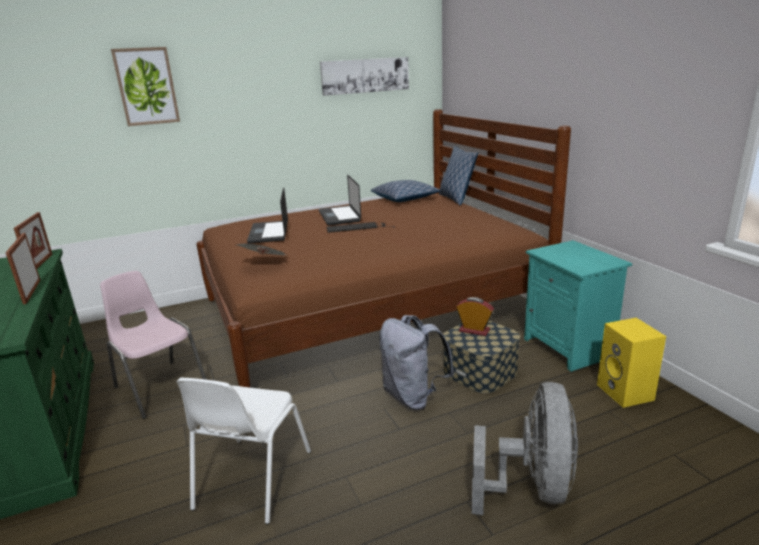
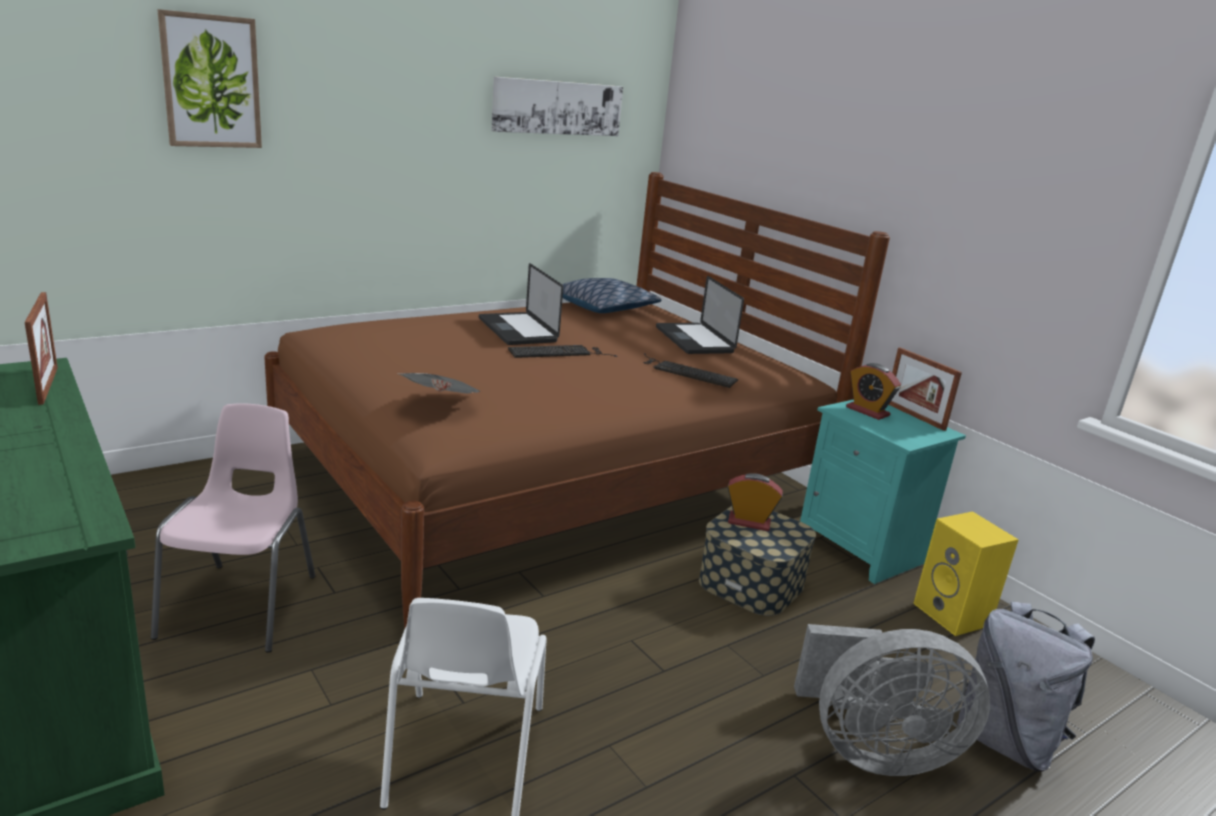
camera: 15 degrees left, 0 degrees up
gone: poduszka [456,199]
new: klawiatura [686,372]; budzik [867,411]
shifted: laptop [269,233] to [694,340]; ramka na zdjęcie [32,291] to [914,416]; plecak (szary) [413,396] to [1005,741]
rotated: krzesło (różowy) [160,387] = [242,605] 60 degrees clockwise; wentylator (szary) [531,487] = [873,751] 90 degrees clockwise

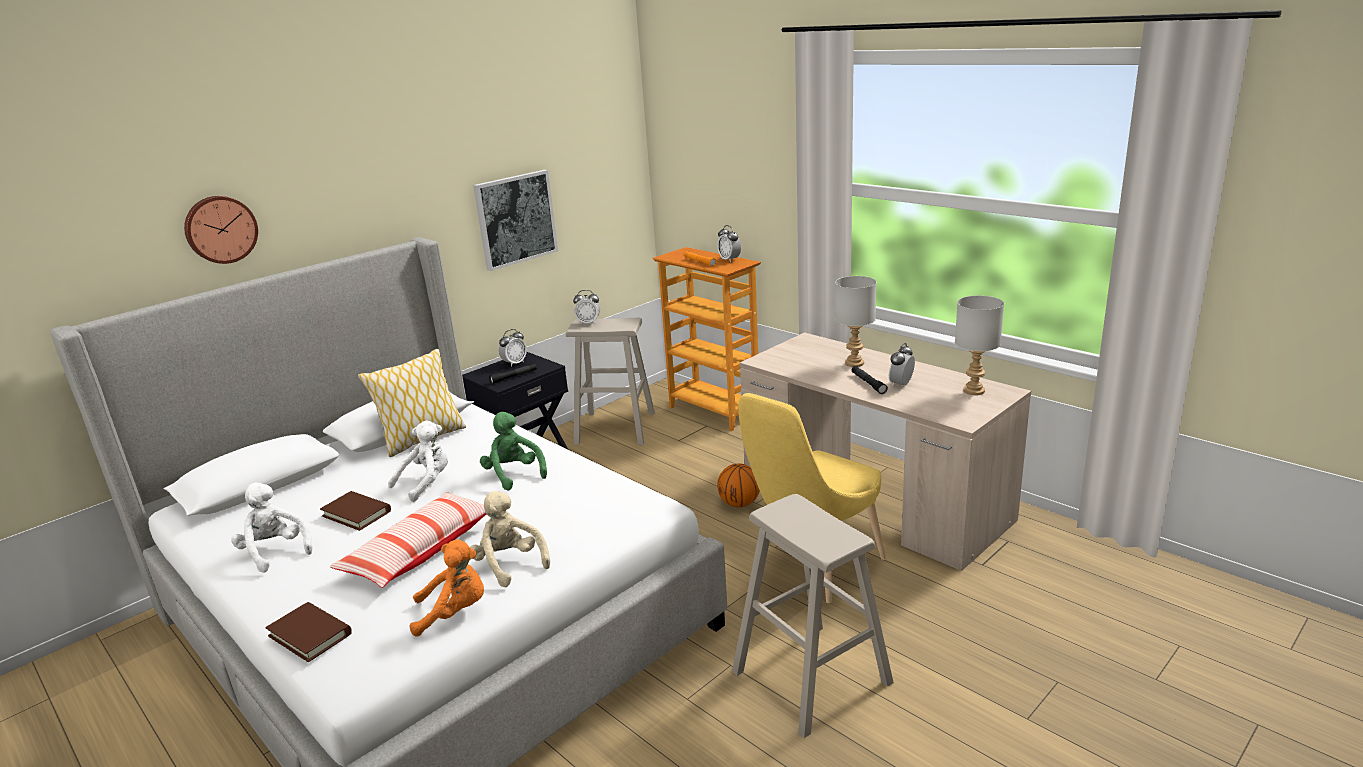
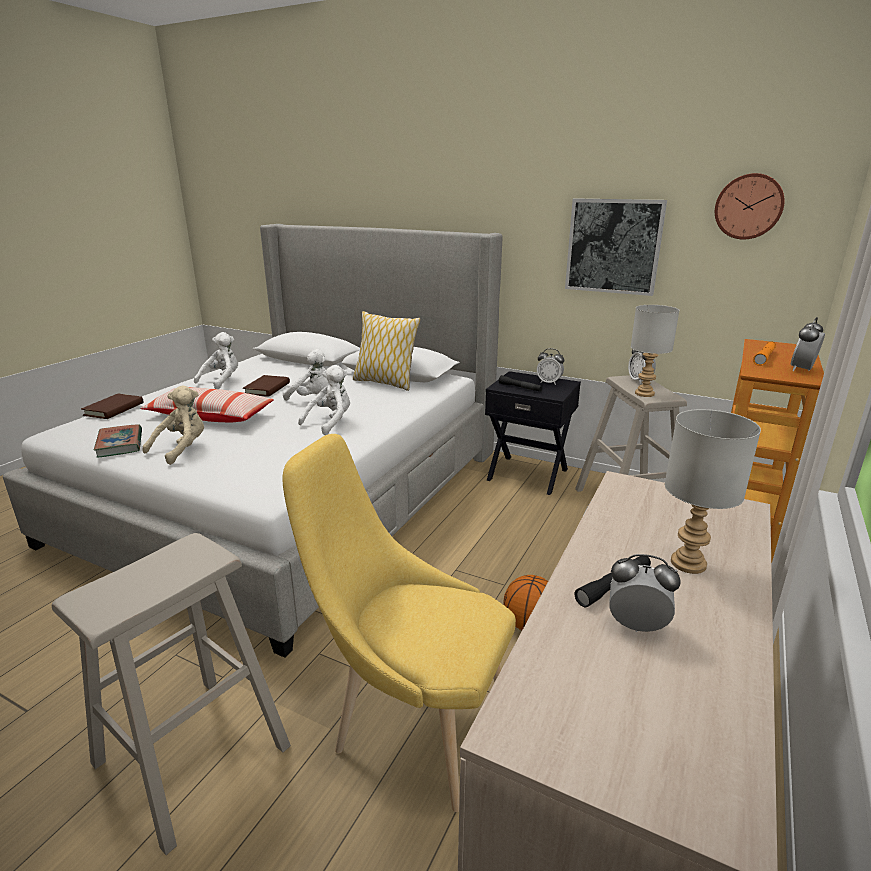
camera: 70 degrees right, 0 degrees up
shifted: zegar ścienny [220,229] to [748,206]; lampa stołowa (szary) [975,391] to [644,394]
swapped: pluszak (pomarańczowy) [455,612] to książka [120,444]
repainted: pluszak (zielony) [514,474] to pluszak (biały) [330,422]

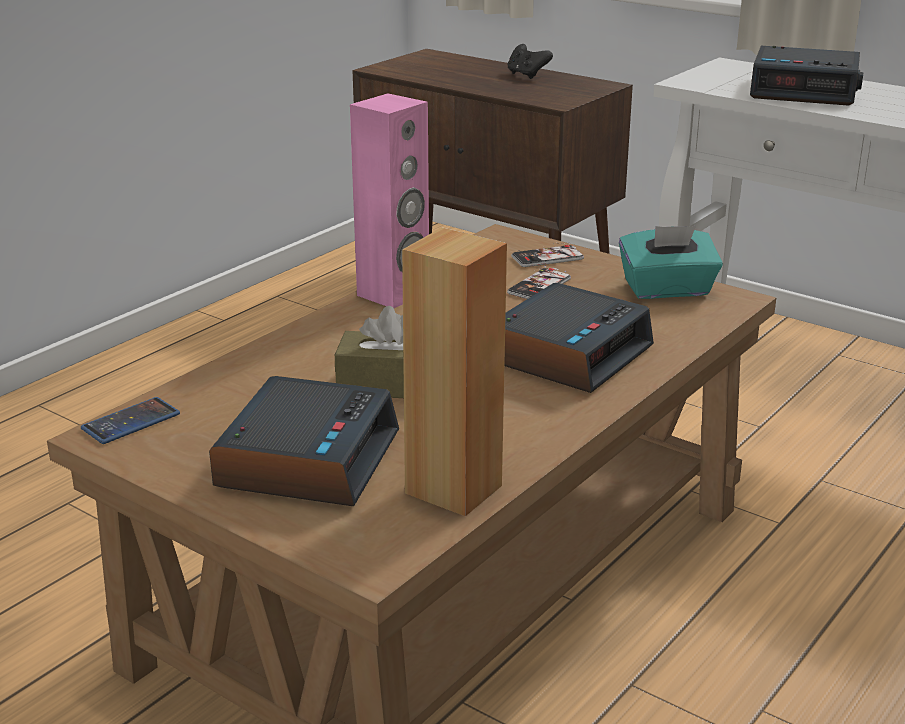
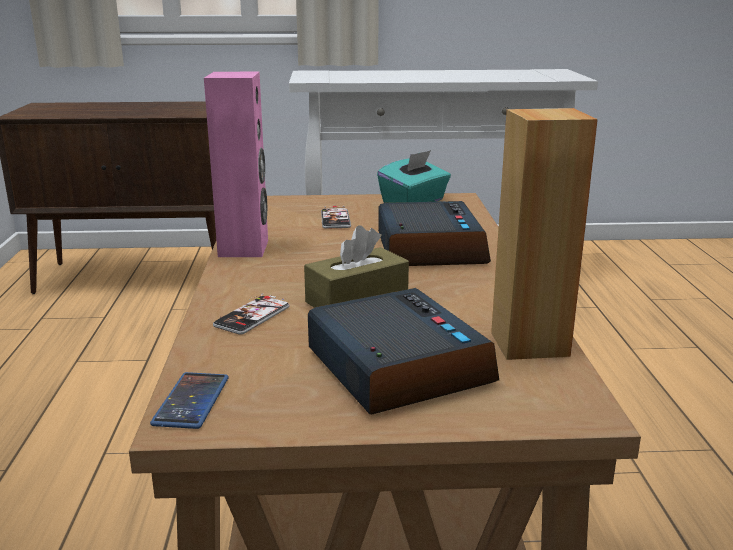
camera: 40 degrees left, 5 degrees down
gone: pad do gier (czarny) [527,75]; budzik [805,90]
shifted: telefon [547,258] to [252,316]

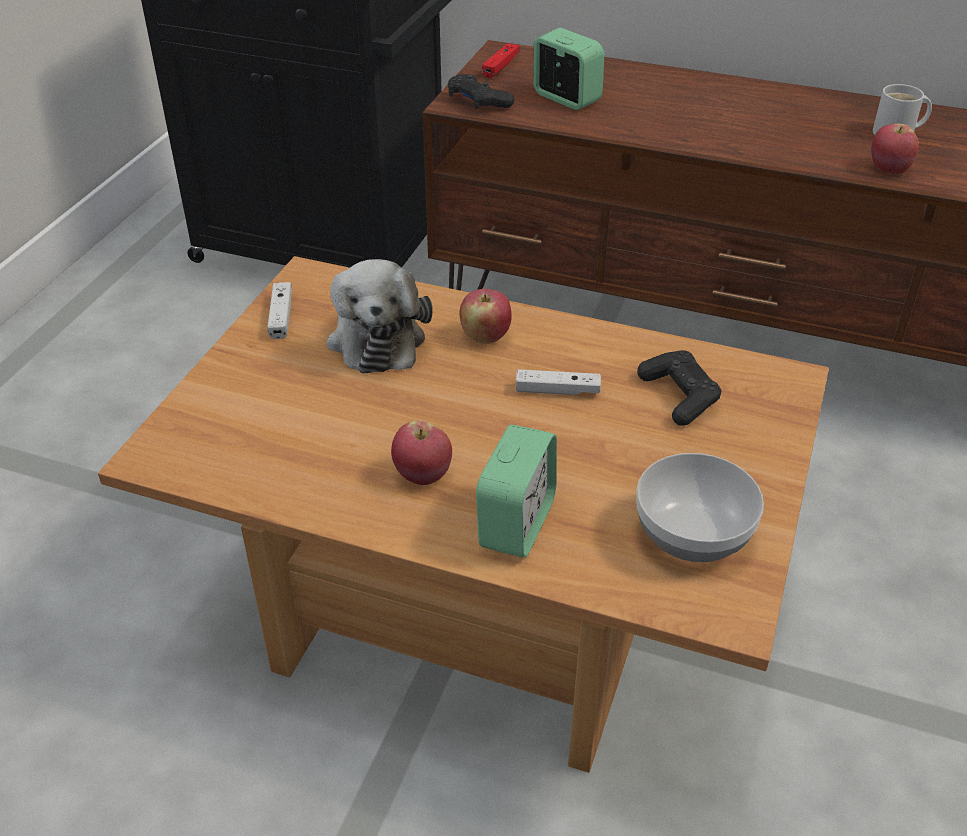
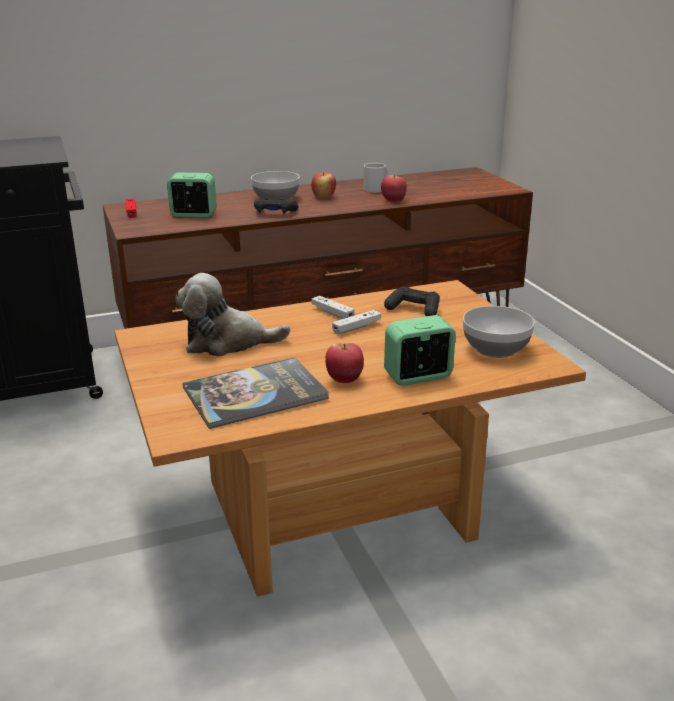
camera: 40 degrees left, 15 degrees down
new: miska [275,198]; książka [255,394]
shifted: pad do gier (czarny) [478,102] to [274,213]; pad do gier (biały) [281,317] to [332,313]; jabłko [485,337] to [323,197]
rotated: pluszak [377,337] = [227,342] 135 degrees clockwise; budzik [516,523] = [418,376] 90 degrees counterclockwise

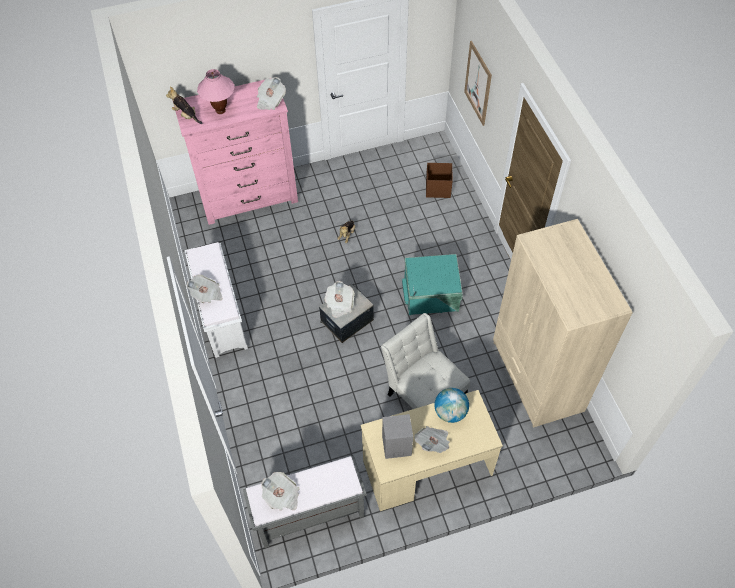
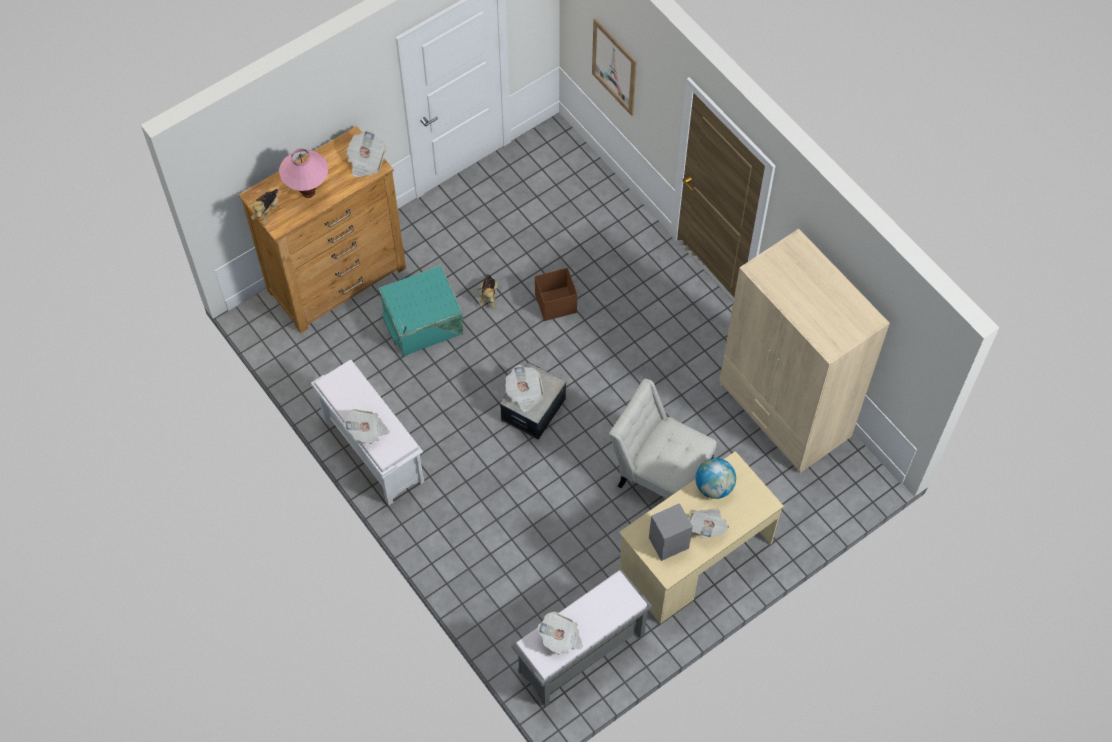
camera: 20 degrees left, 5 degrees up
shifted: pojemnik do przechowywania (brązowy) [437,188] to [555,303]; pojemnik do przechowywania (turkusowy) [432,296] to [424,324]
repainted: komoda (różowy) [249,197] to komoda (brązowy) [337,279]
rotated: pluszak [186,115] = [267,211] 90 degrees counterclockwise

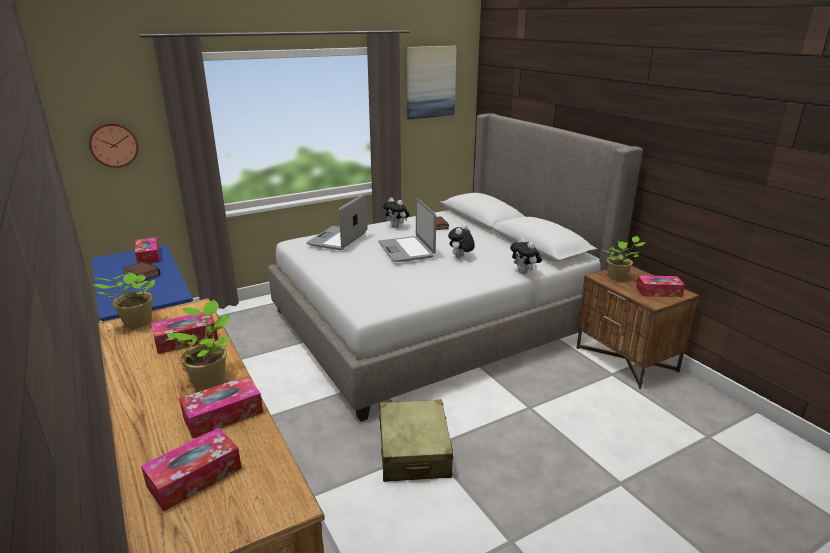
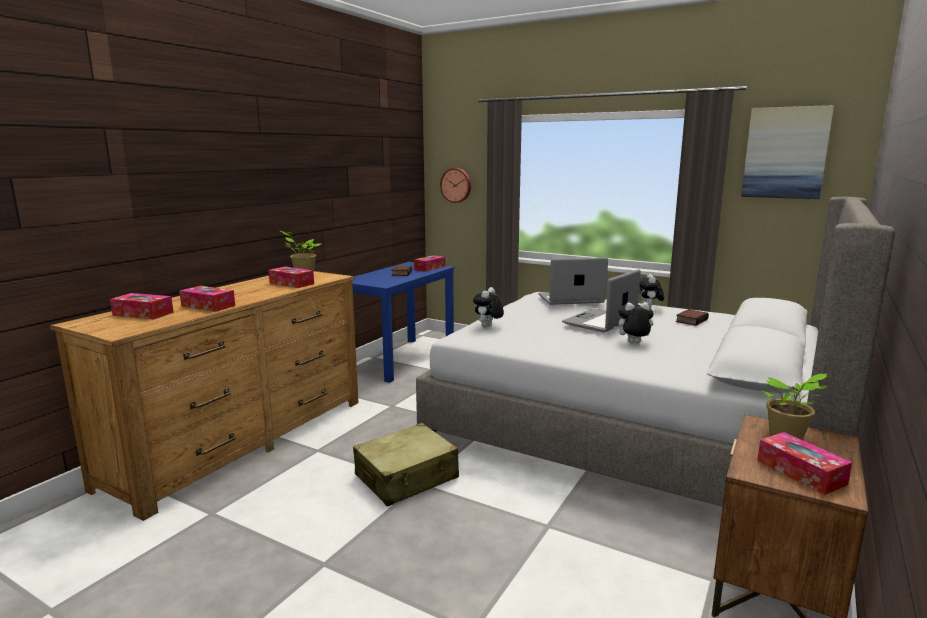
camera: 60 degrees right, 10 degrees down
gone: roślina doniczkowa [209,379]
shifted: pluszak [524,273] to [488,327]

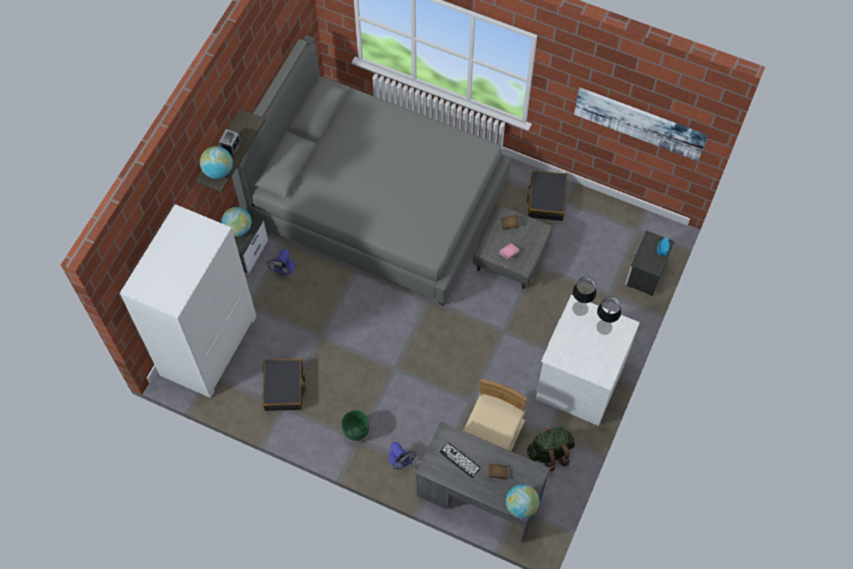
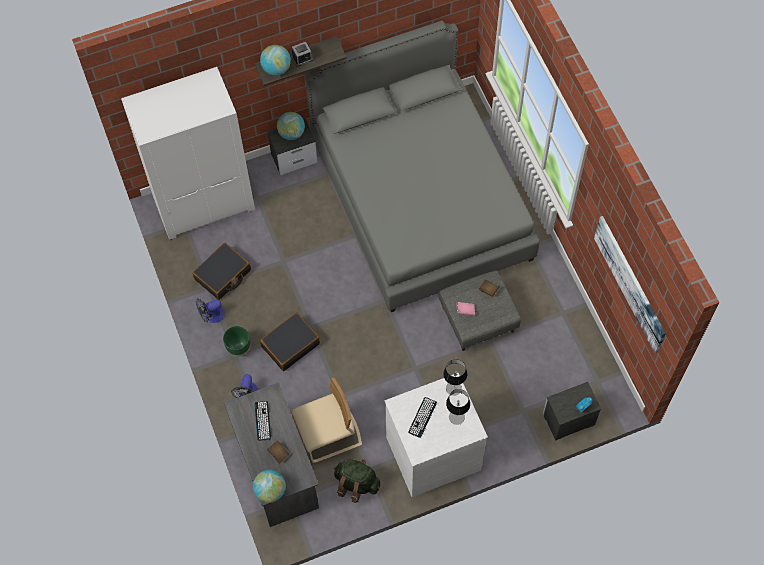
camera: 45 degrees right, 0 degrees up
new: klawiatura [422,417]
shifted: walizka (czarny) [546,199] to [290,345]; wentylator [283,270] to [211,316]

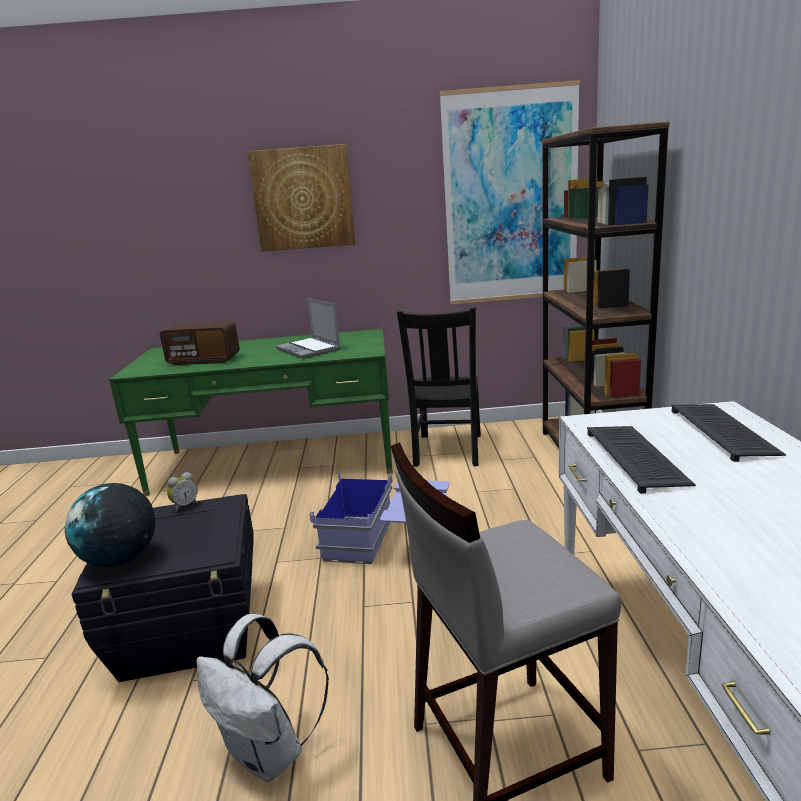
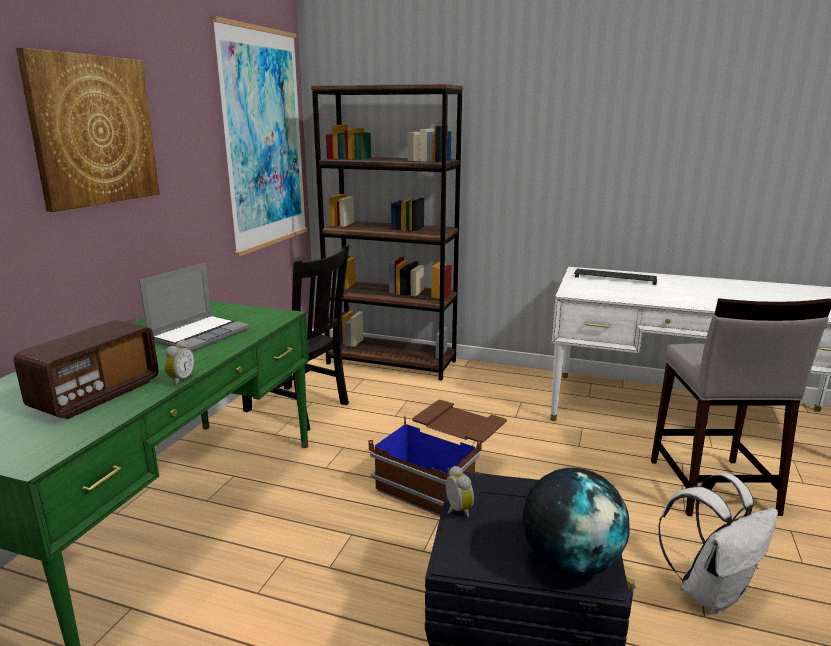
camera: 70 degrees left, 0 degrees up
gone: klawiatura [637,459]
new: budzik [180,380]
repainted: pojemnik do przechowywania (niebieski) [387,542] to pojemnik do przechowywania (brązowy) [441,476]
rotated: laptop [309,349] = [200,335] 45 degrees counterclockwise

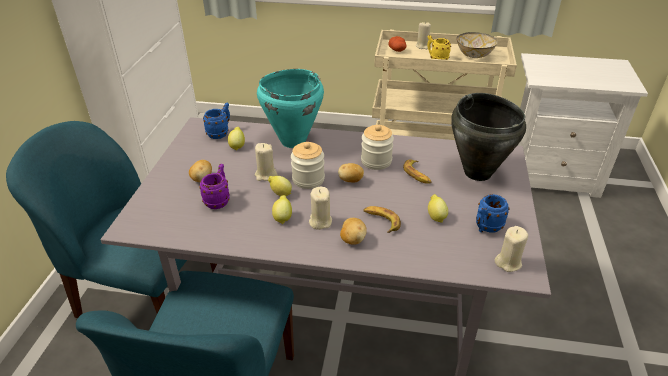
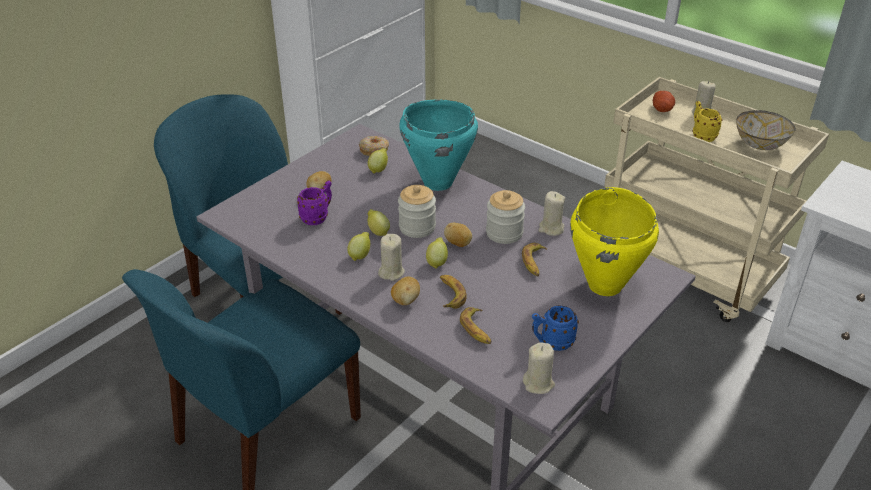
camera: 30 degrees right, 0 degrees up
new: banan [477,330]
shifted: świeca (beżowy) [266,175] to [551,228]; cytryna [436,217] to [437,262]
swapped: kubek (niebieski) [220,133] to donut [374,150]
repainted: garnek (czarny) [478,172] to garnek (żółty) [605,285]

